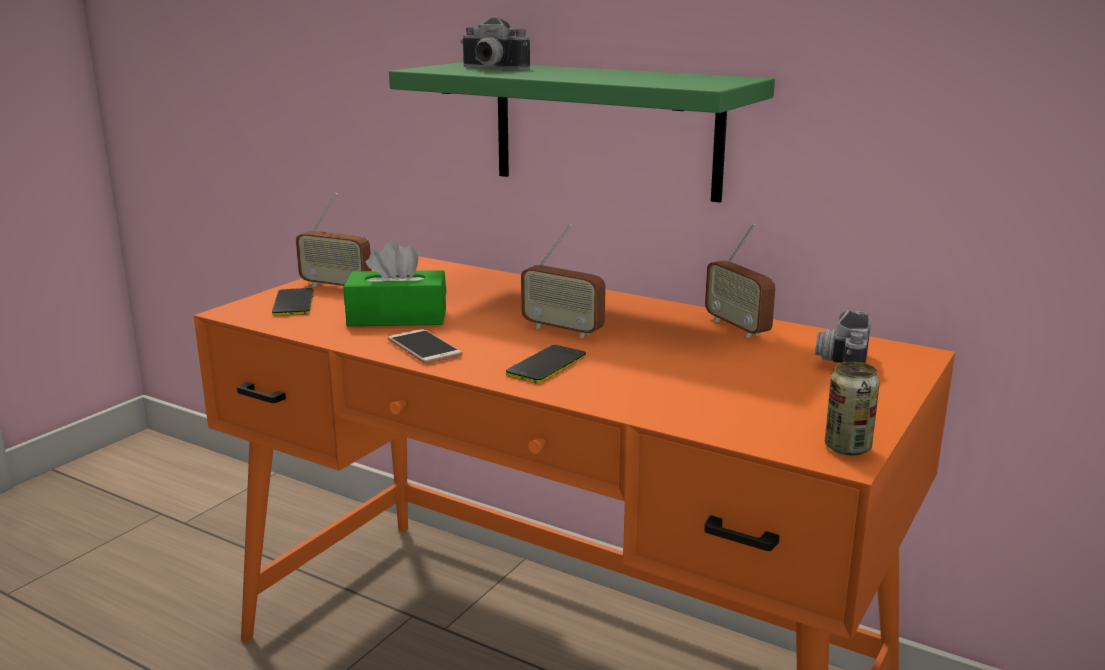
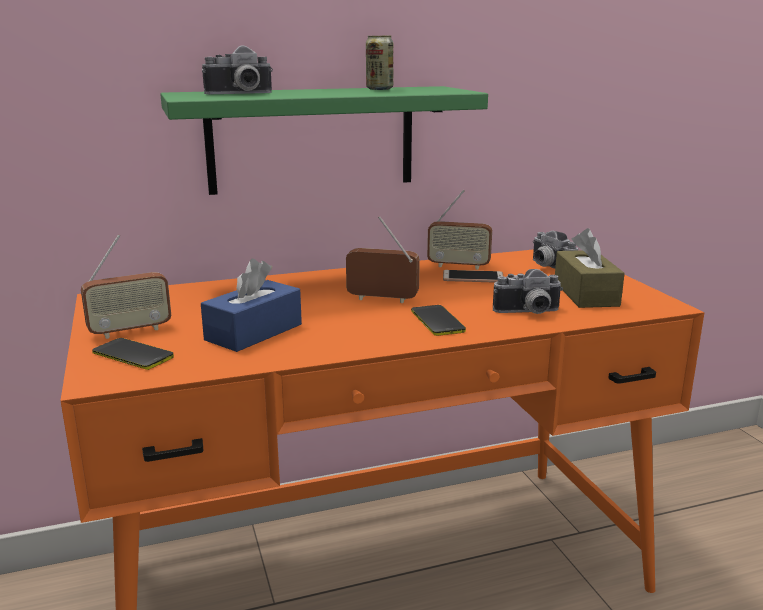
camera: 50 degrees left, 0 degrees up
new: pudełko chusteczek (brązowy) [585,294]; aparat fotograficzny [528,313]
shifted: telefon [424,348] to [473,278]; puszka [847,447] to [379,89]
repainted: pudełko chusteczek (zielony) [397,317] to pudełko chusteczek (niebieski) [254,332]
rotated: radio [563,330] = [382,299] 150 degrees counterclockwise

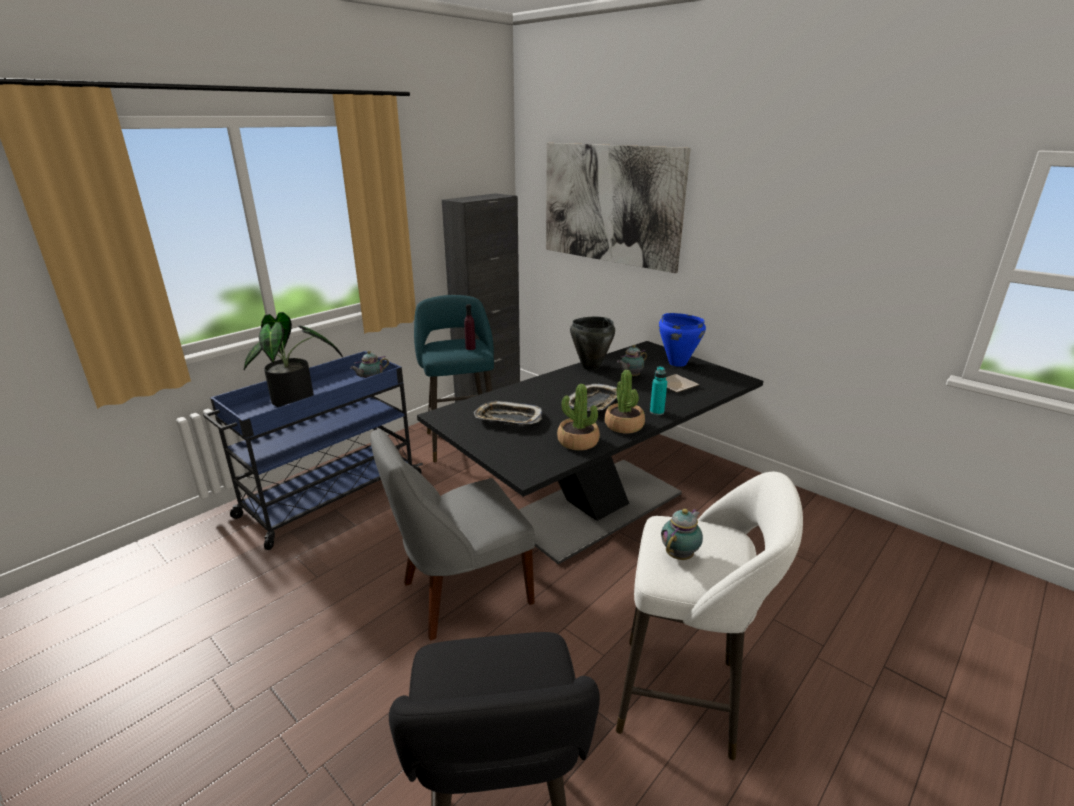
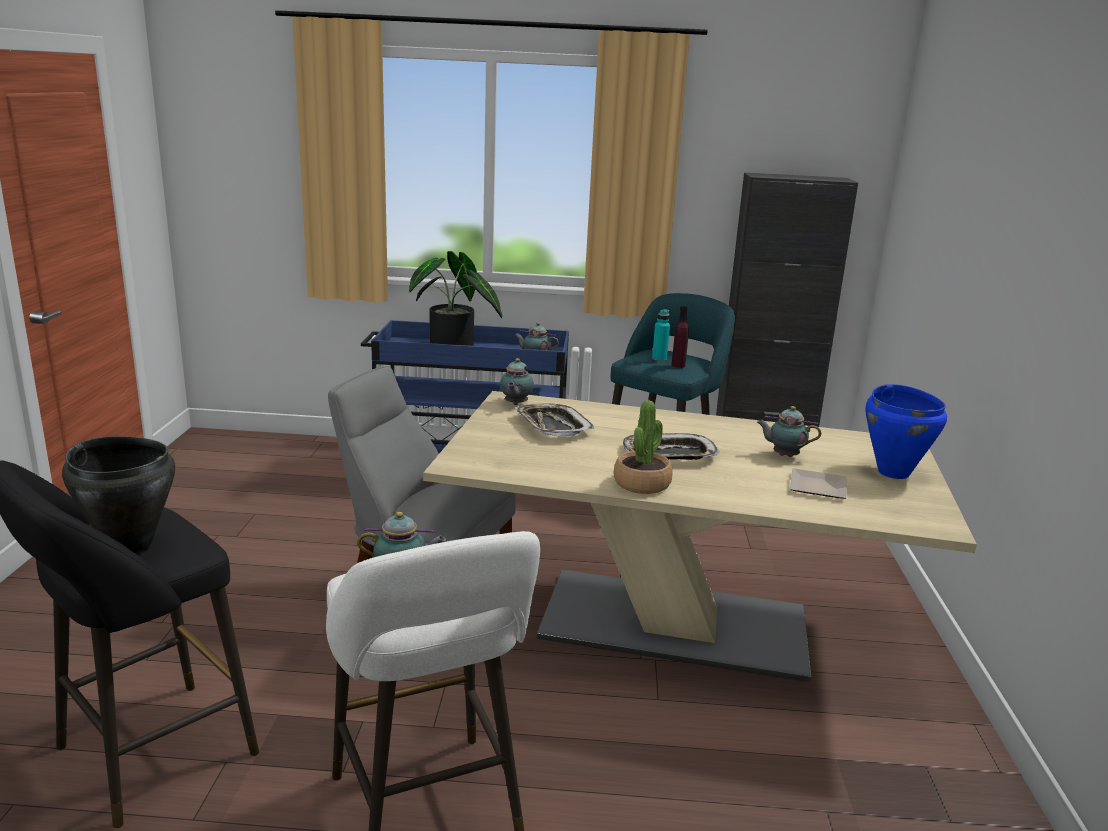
camera: 50 degrees right, 5 degrees down
gone: obraz [611,204]; roślina doniczkowa [578,442]
new: imbryk [515,404]
shifted: garnek (czarny) [590,367] to [130,546]; butelka (turkusowy) [656,412] to [659,359]
repainted: stół jadalny (czarny) [595,507] to stół jadalny (beżowy) [674,624]

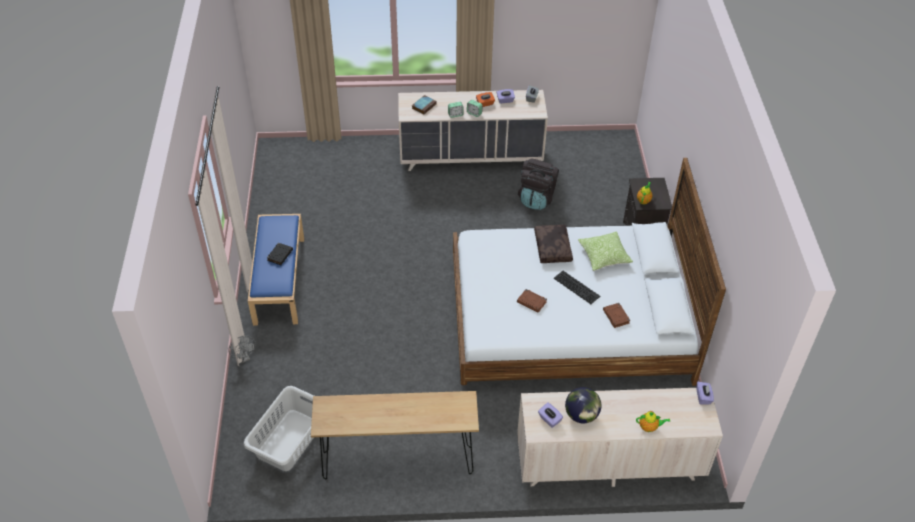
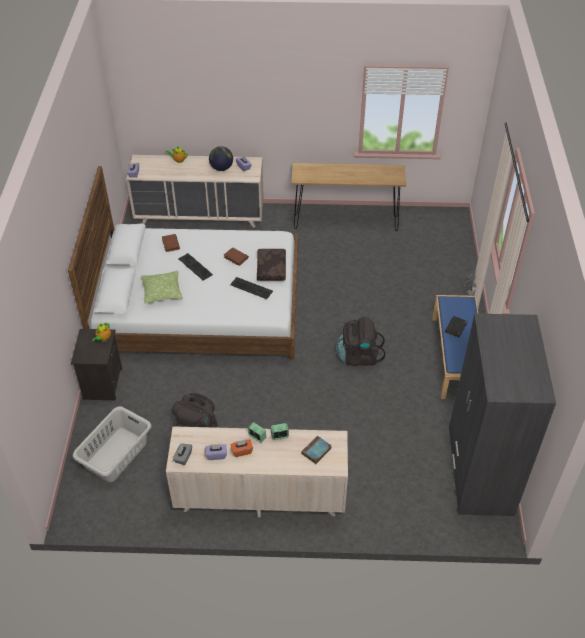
camera: 175 degrees left, 0 degrees up
new: klawiatura [252,287]; szafa (szary) [479,472]; plecak (czarny) [358,356]
shifted: poduszka (brązowy) [553,248] to [270,268]; kosz na pranie (szary) [288,440] to [116,454]

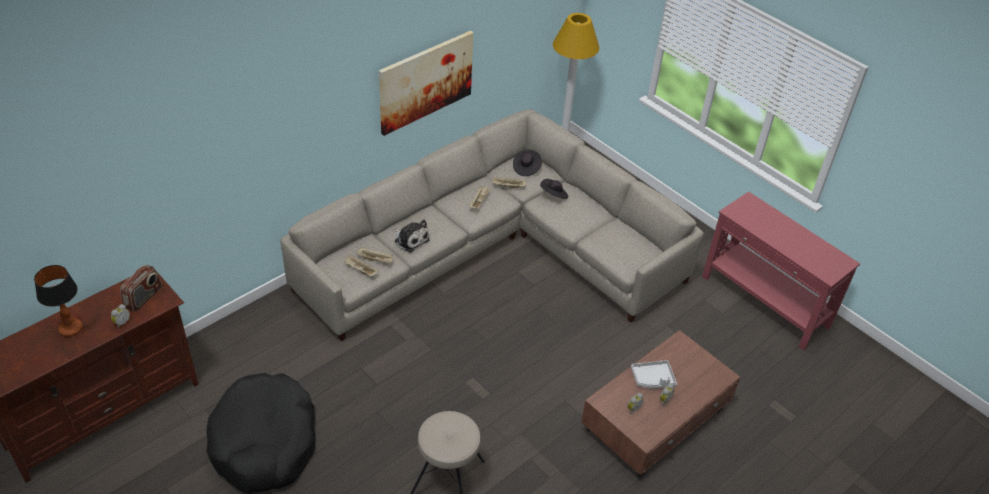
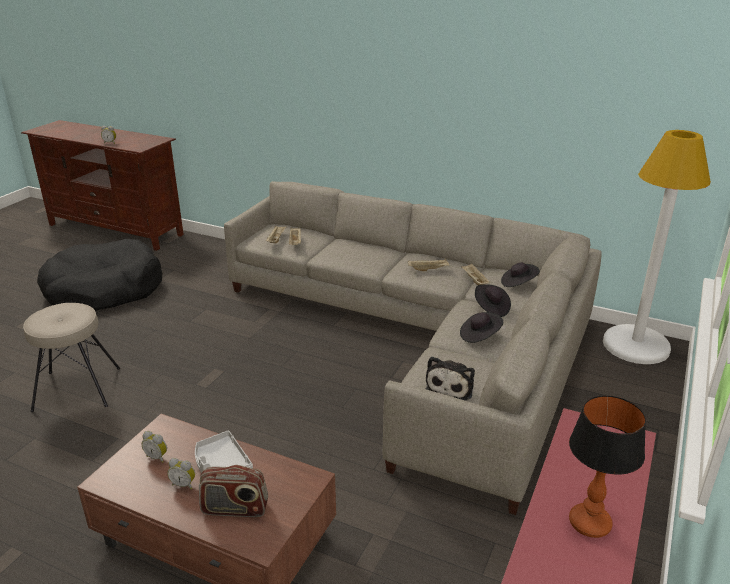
camera: 70 degrees right, 15 degrees down
gone: obraz [425,81]
new: kapelusz (czarny) [479,336]
shifted: pluszak [410,239] to [451,387]; lampa stołowa [71,328] to [590,523]; radio [143,298] to [235,509]

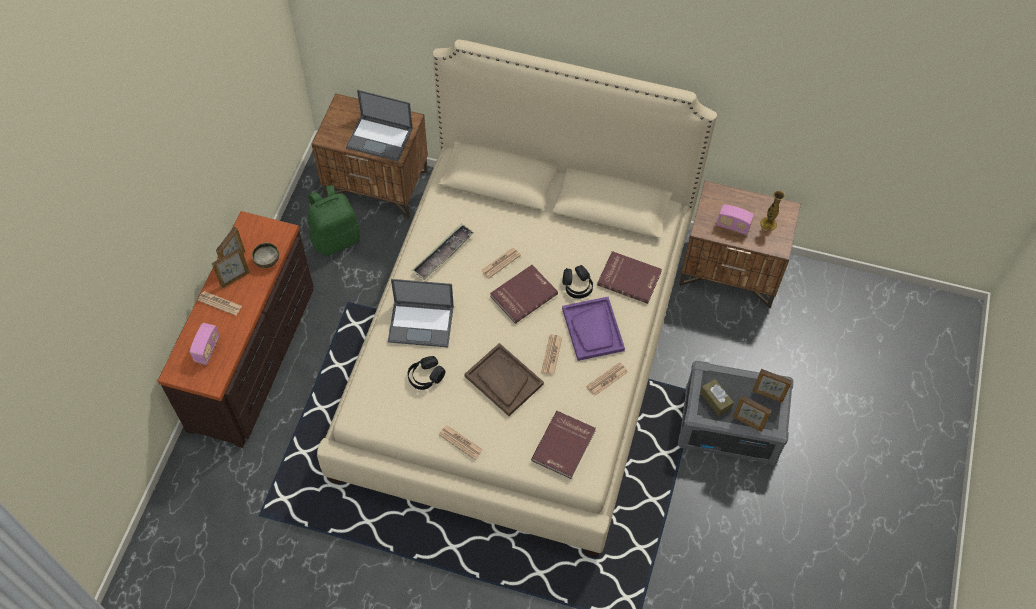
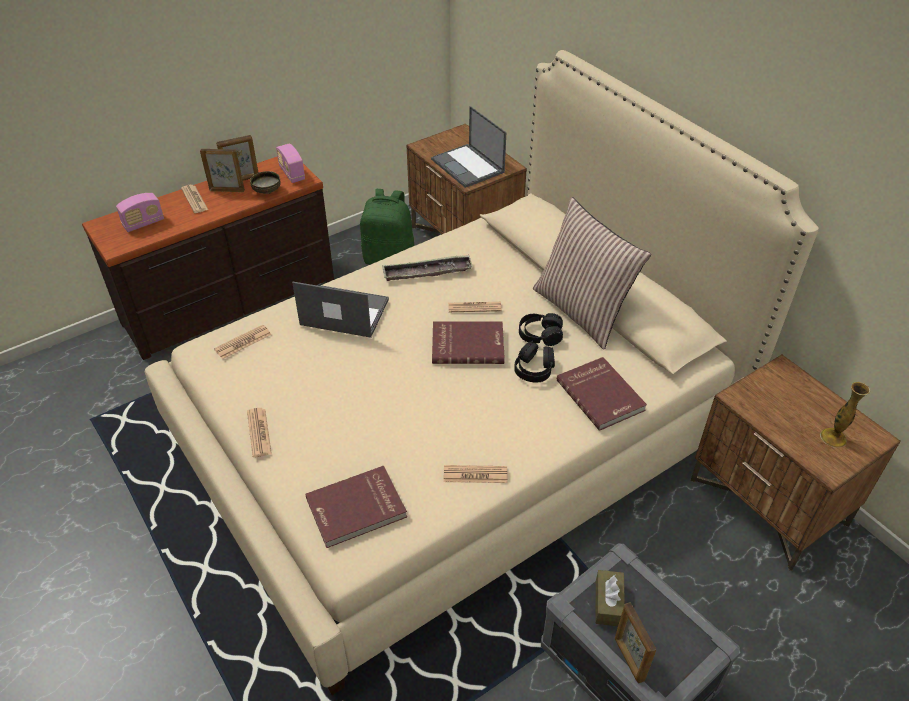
camera: 40 degrees right, 15 degrees down
gone: taca (fioletowy) [593,330]; taca (brązowy) [503,380]; ramka na zdjęcie [767,395]
new: poduszka [582,311]
shifted: radio [733,226] to [292,174]; gazeta [551,355] to [243,342]; słuchawki (czarny) [425,376] to [540,335]
rotated: laptop [422,324] = [343,312] 150 degrees clockwise

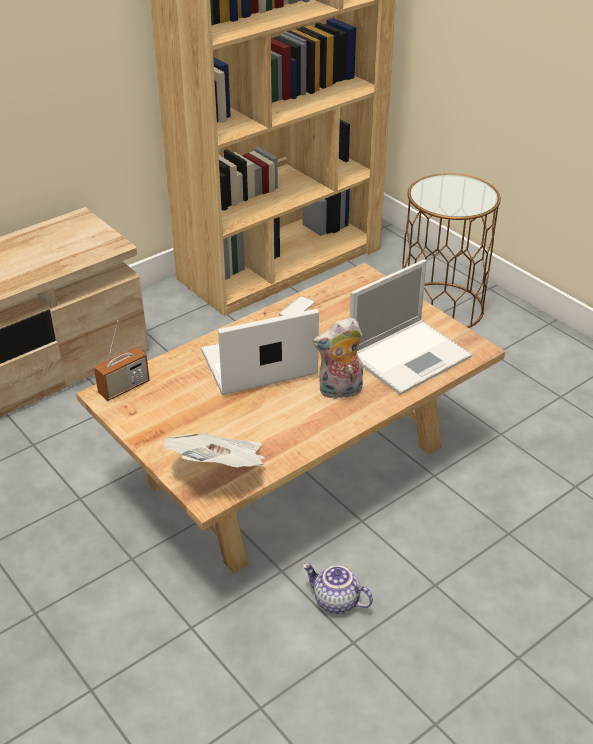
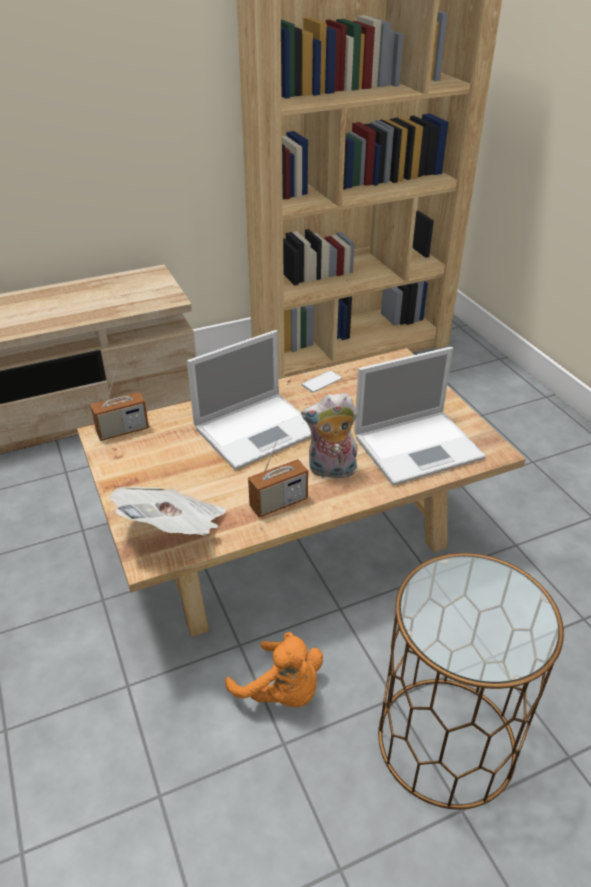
camera: 15 degrees right, 0 degrees up
new: radio [278,503]
shifted: stolik (brązowy) [441,307] to [446,741]
swapped: imbryk [335,601] to pluszak (pomarańczowy) [281,692]
rotated: laptop [256,364] = [258,429] 150 degrees clockwise

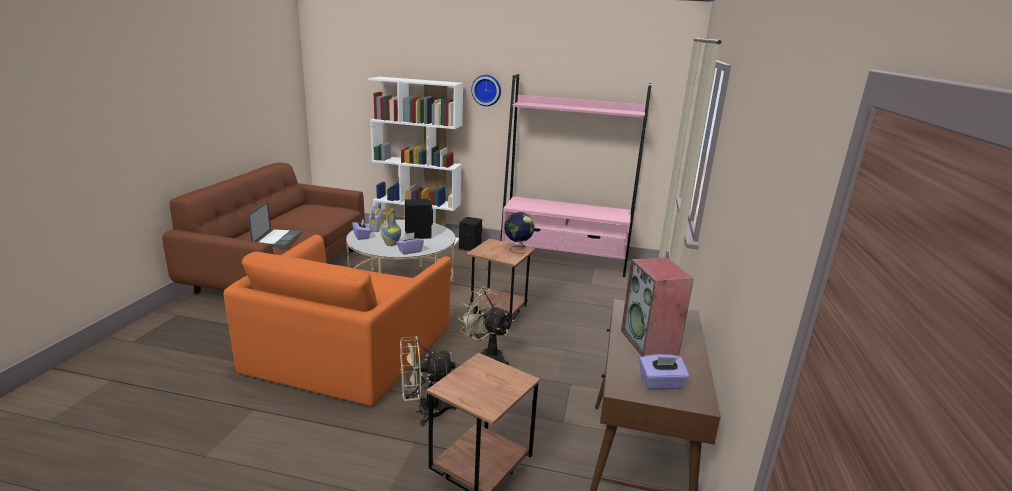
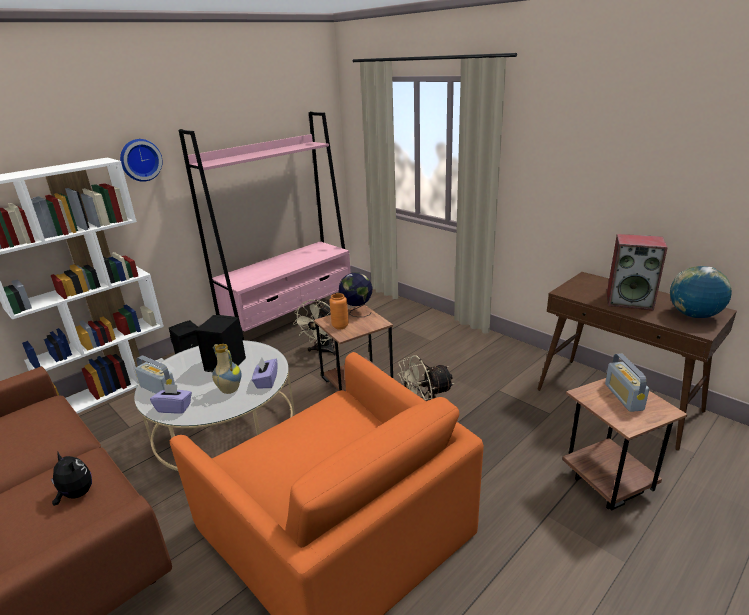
camera: 55 degrees left, 5 degrees up
new: wazon (pomarańczowy) [340,326]; radio [623,397]
shifted: wentylator (beżowy) [424,411] to [322,351]
swapped: laptop [277,238] to pluszak [76,495]; pudełko chusteczek (fioletowy) [661,384] to globus [693,315]

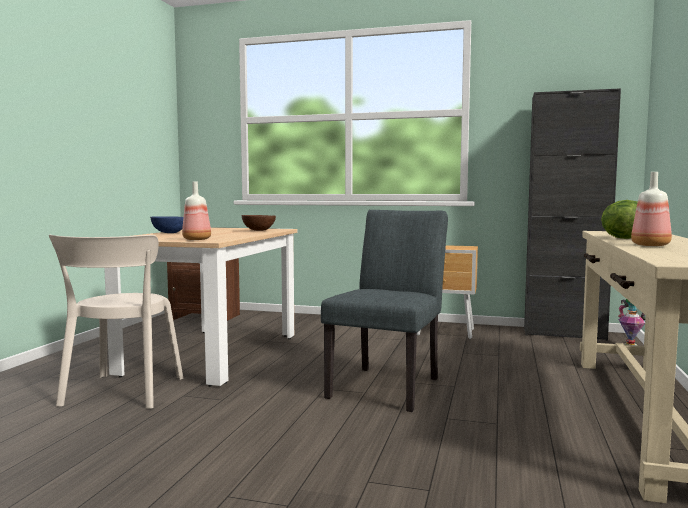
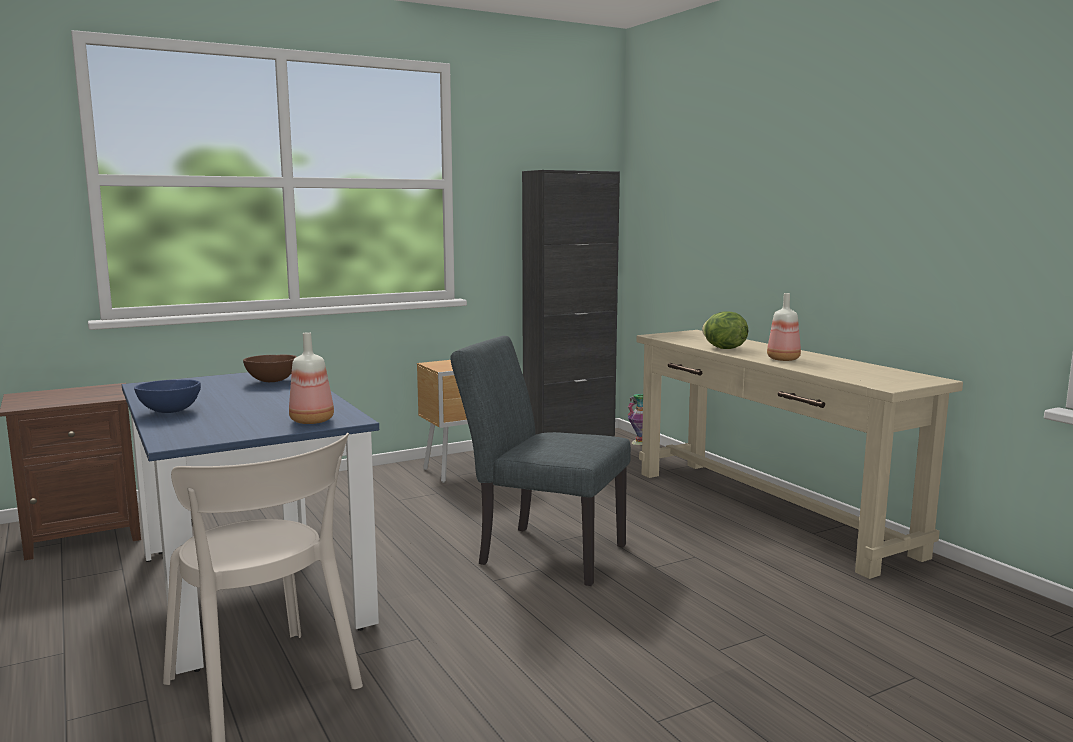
camera: 45 degrees left, 5 degrees up
repainted: stół jadalny (beżowy) [213,354] to stół jadalny (niebieski) [251,587]
rotated: krzesło (szary) [388,385] = [542,552] 45 degrees counterclockwise

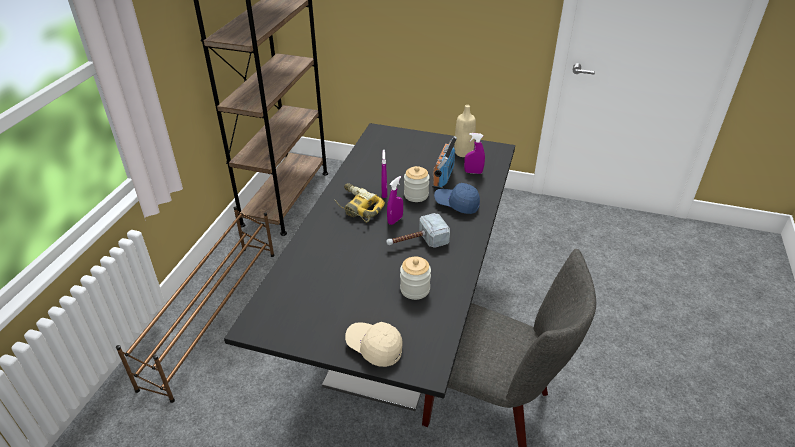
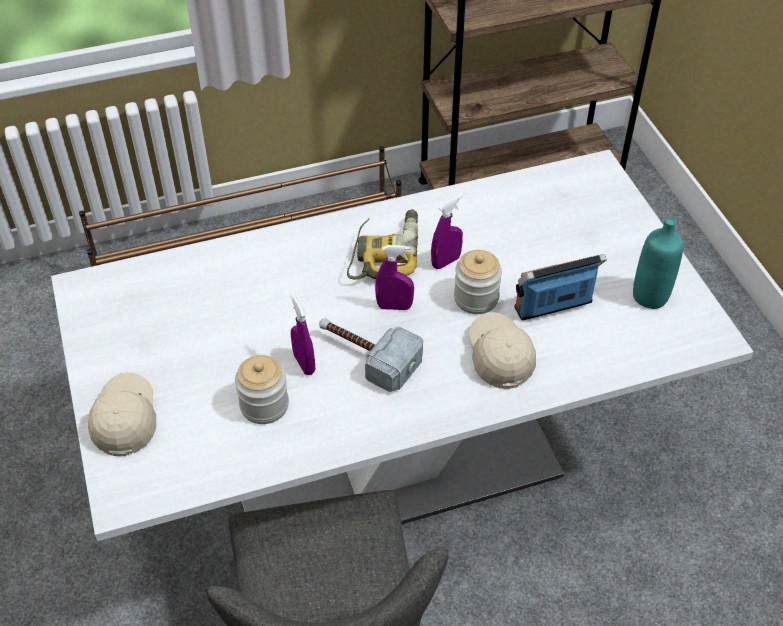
camera: 55 degrees right, 10 degrees up
shifted: spryskiwacz (fioletowy) [473,172] to [304,364]
repainted: butelka (beżowy) [463,153] to butelka (turkusowy) [650,296]; stół jadalny (czarny) [397,326] to stół jadalny (biały) [391,459]; czapka z daszkiem (niebieski) [457,204] to czapka z daszkiem (beżowy) [499,356]

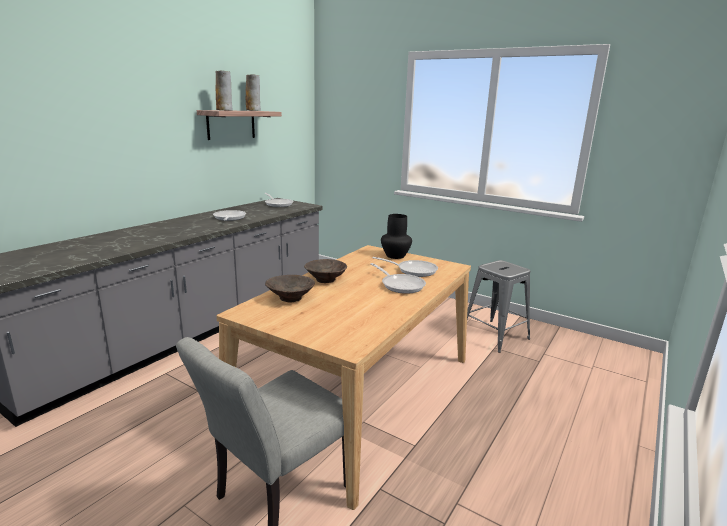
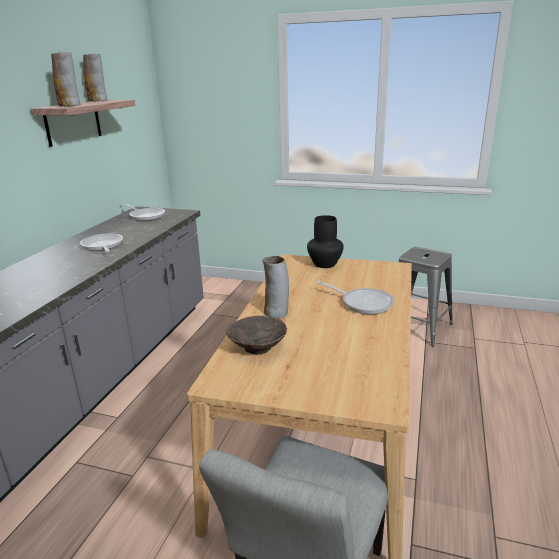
camera: 15 degrees left, 5 degrees up
gone: patelnia [413,270]
swapped: miska (brązowy) [325,280] to wazon [276,312]

